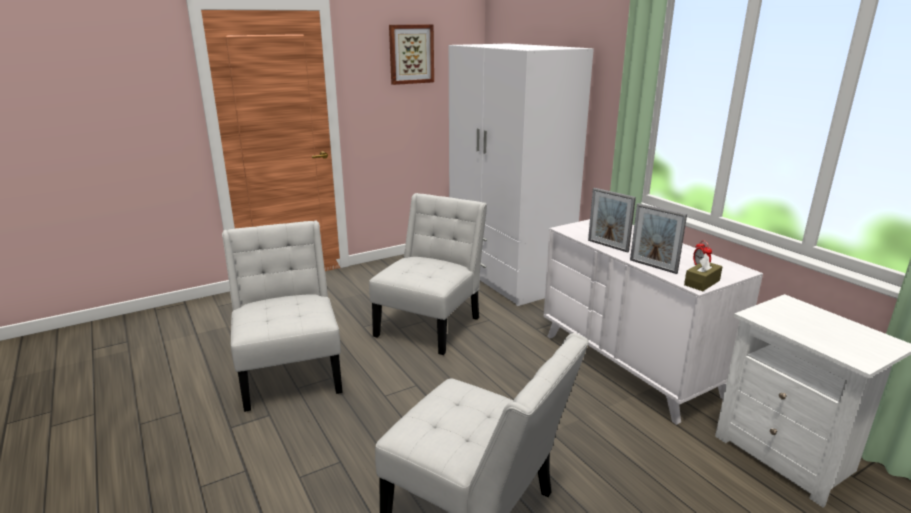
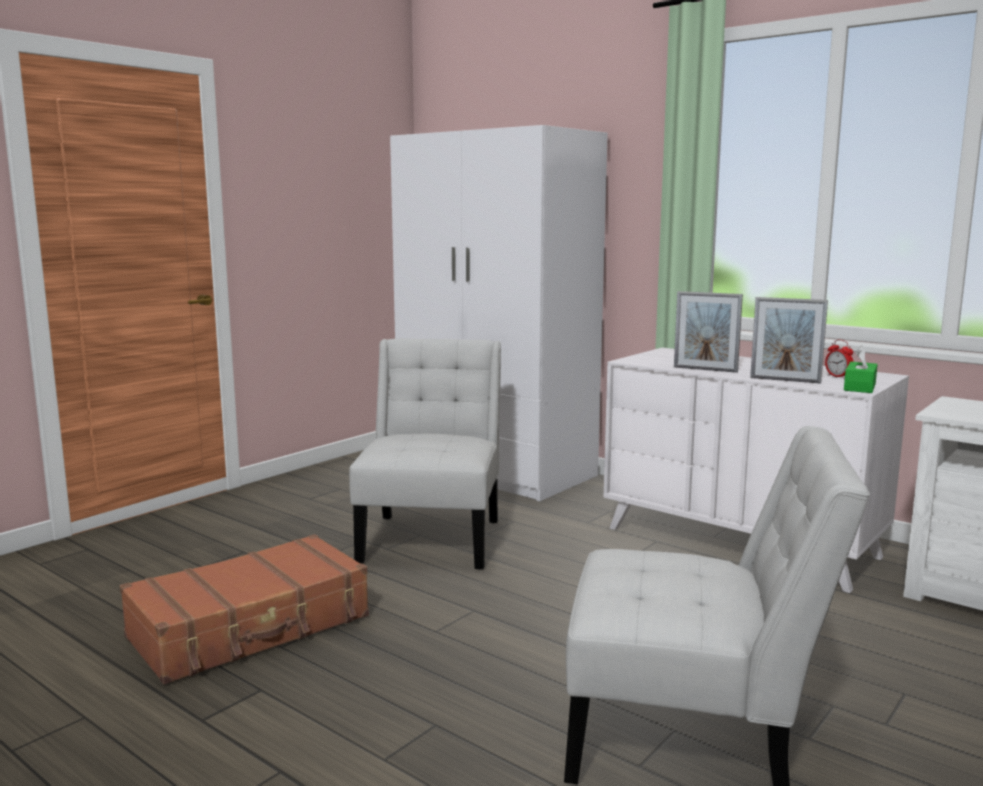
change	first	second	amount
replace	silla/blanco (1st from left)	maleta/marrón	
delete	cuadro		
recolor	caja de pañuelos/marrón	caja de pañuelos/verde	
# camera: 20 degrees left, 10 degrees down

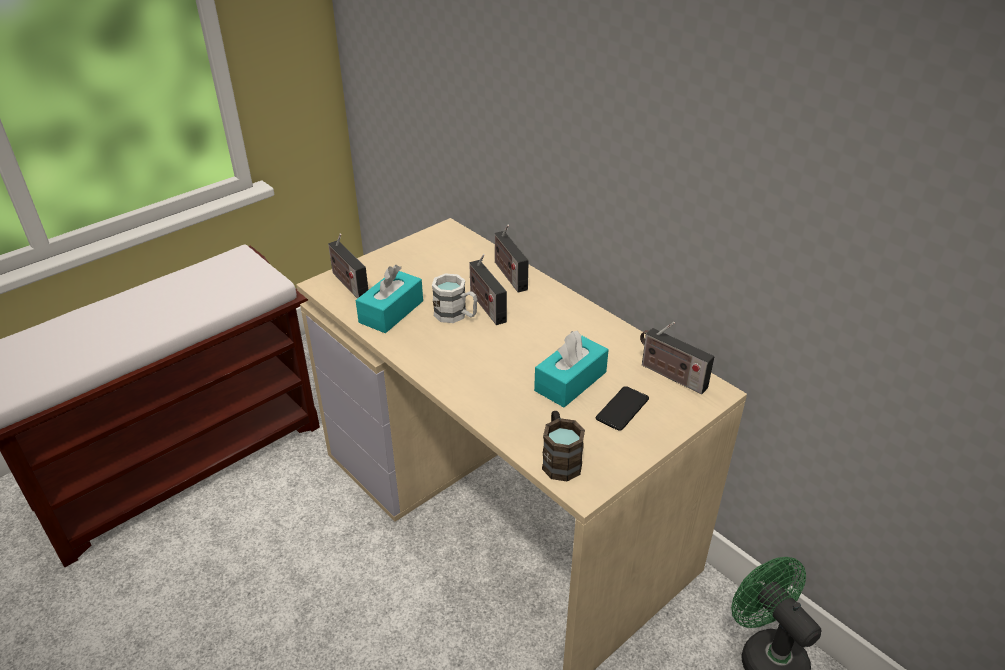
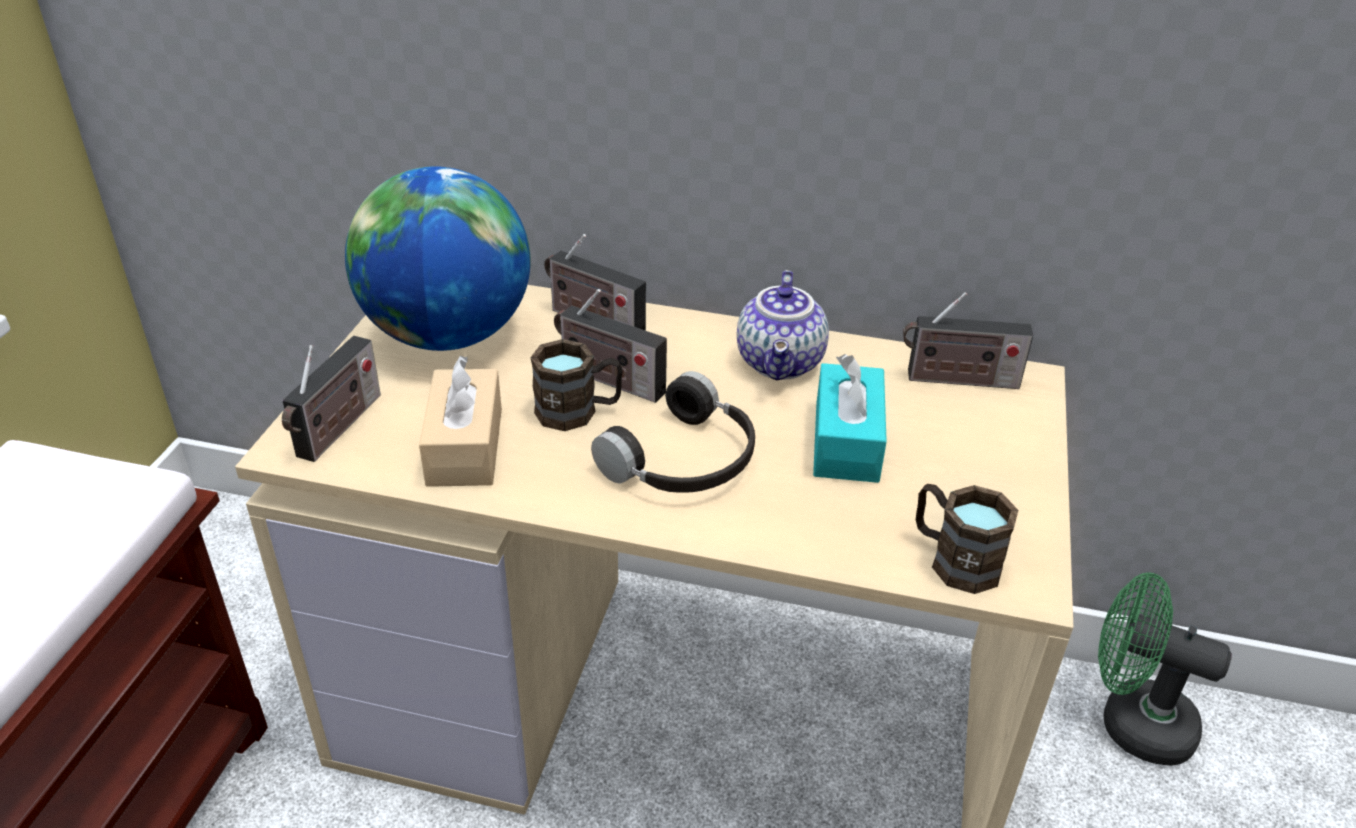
change	first	second	amount
rotate	radio (1st from left)		90 degrees counterclockwise
recolor	caja de pañuelos/turquesa (1st from left)	caja de pañuelos/beis	
recolor	taza grande/blanco	taza grande/marrón (1st from left)	
delete	móvil		
insert		globo terráqueo	
insert		auriculares/negro	
insert		tetera	
# camera: 35 degrees left, 0 degrees up

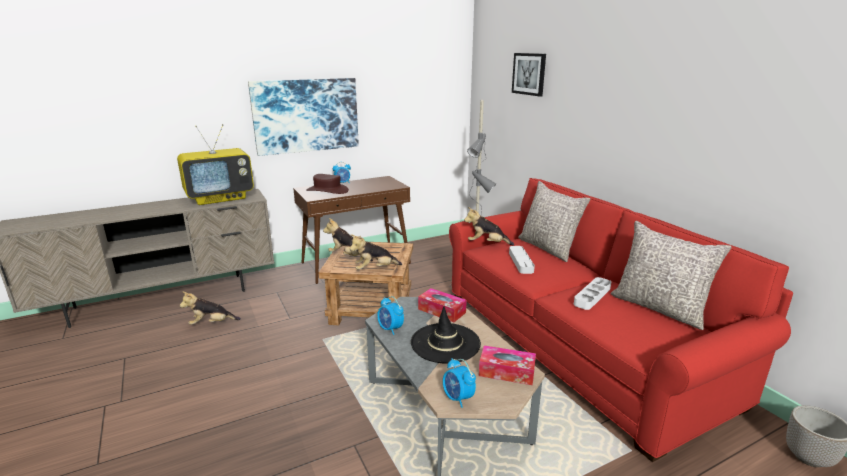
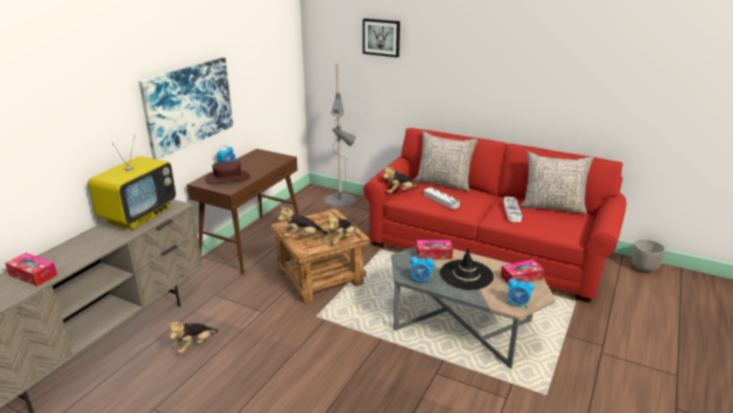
change	first	second	amount
insert		caja de pañuelos (1st from left)	
# camera: 35 degrees left, 5 degrees up

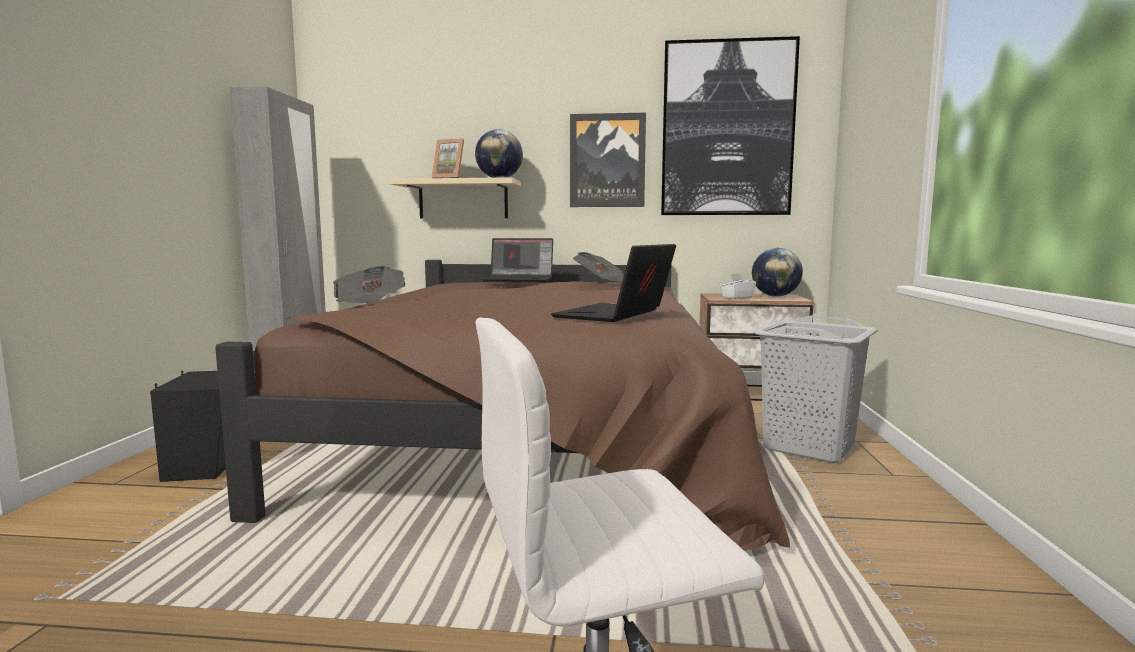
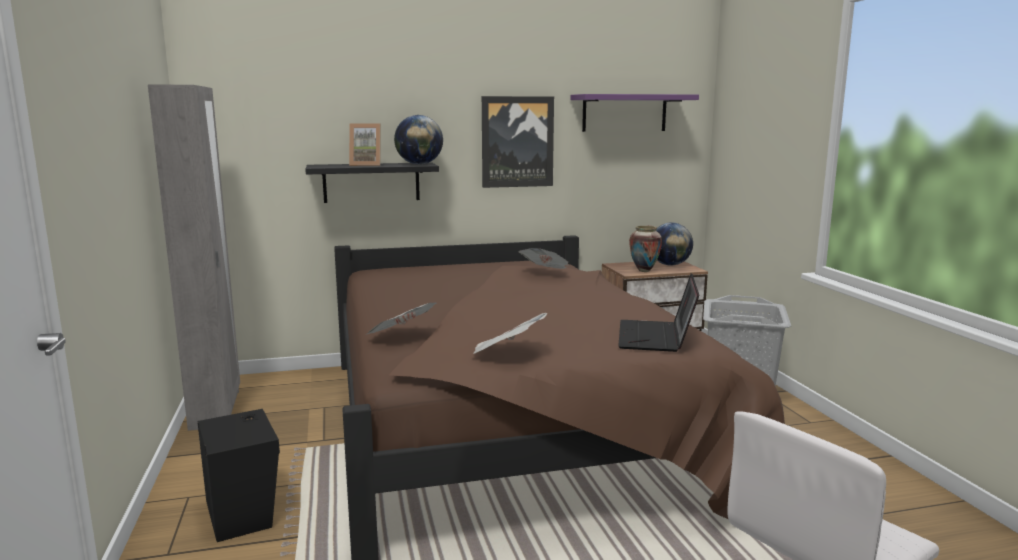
change	first	second	amount
recolor	estante/beis	estante/negro	
delete	portátil (1st from left)		
replace	cuadro (2nd from left)	estante/morado	
replace	caja de pañuelos/blanco	florero	
insert		periódico (2nd from left)	
# camera: 20 degrees left, 5 degrees up

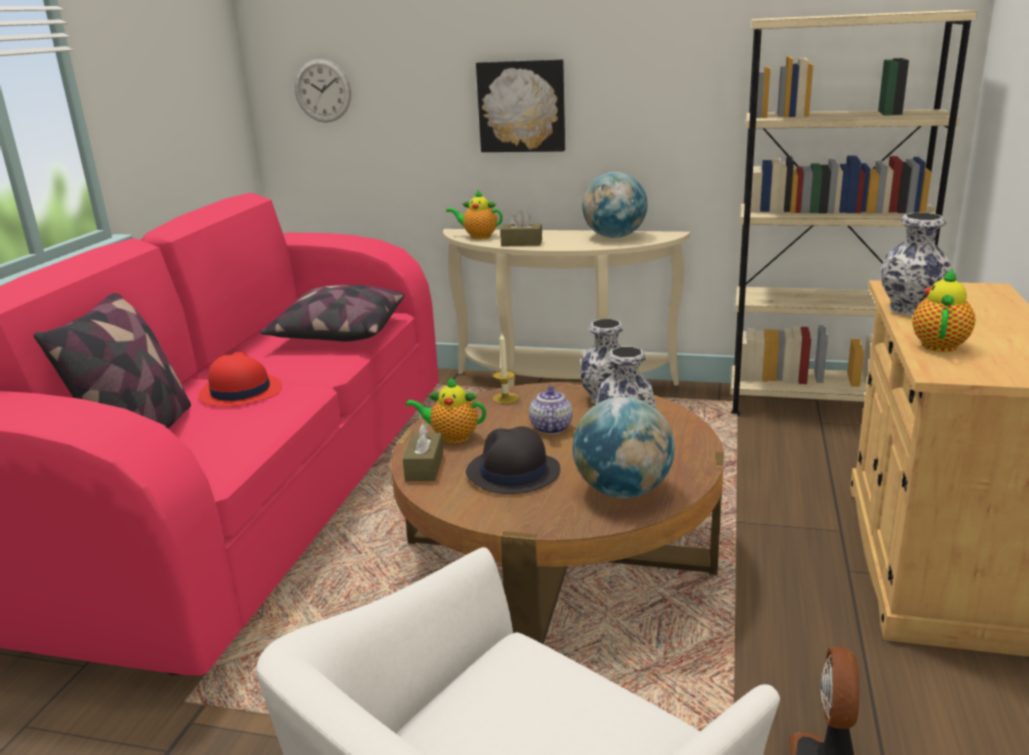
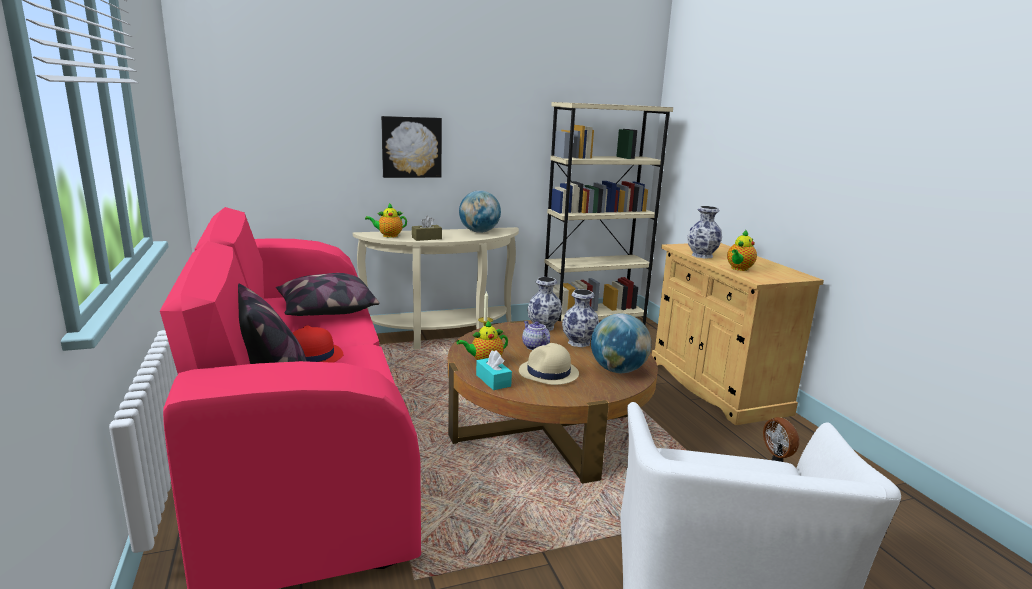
change	first	second	amount
delete	reloj de pared		
recolor	caja de pañuelos/marrón (1st from left)	caja de pañuelos/turquesa	
recolor	sombrero/negro	sombrero/beis	
rotate	tetera (4th from left)		135 degrees counterclockwise
# camera: 35 degrees left, 5 degrees down

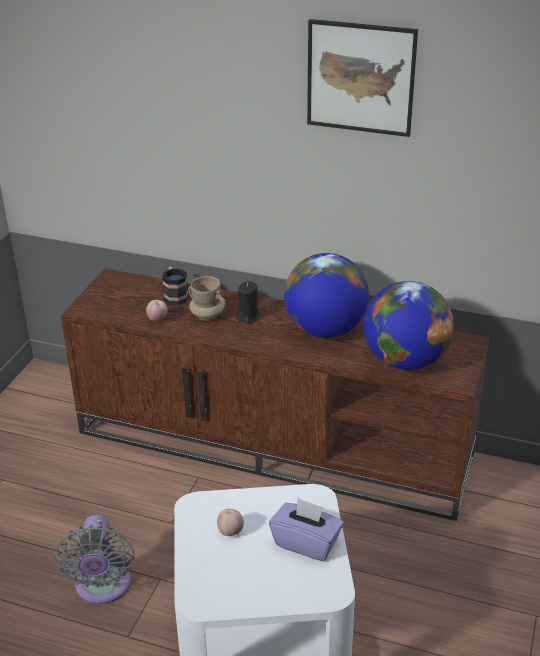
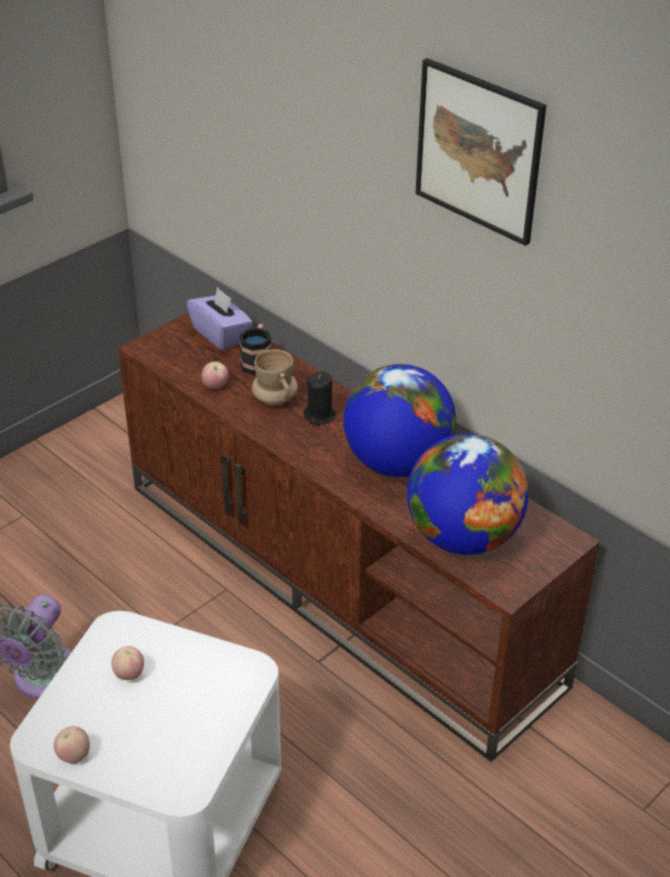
change	first	second	amount
move	caja de pañuelos/morado		
insert		manzana (1st from left)	
# camera: 25 degrees right, 5 degrees up

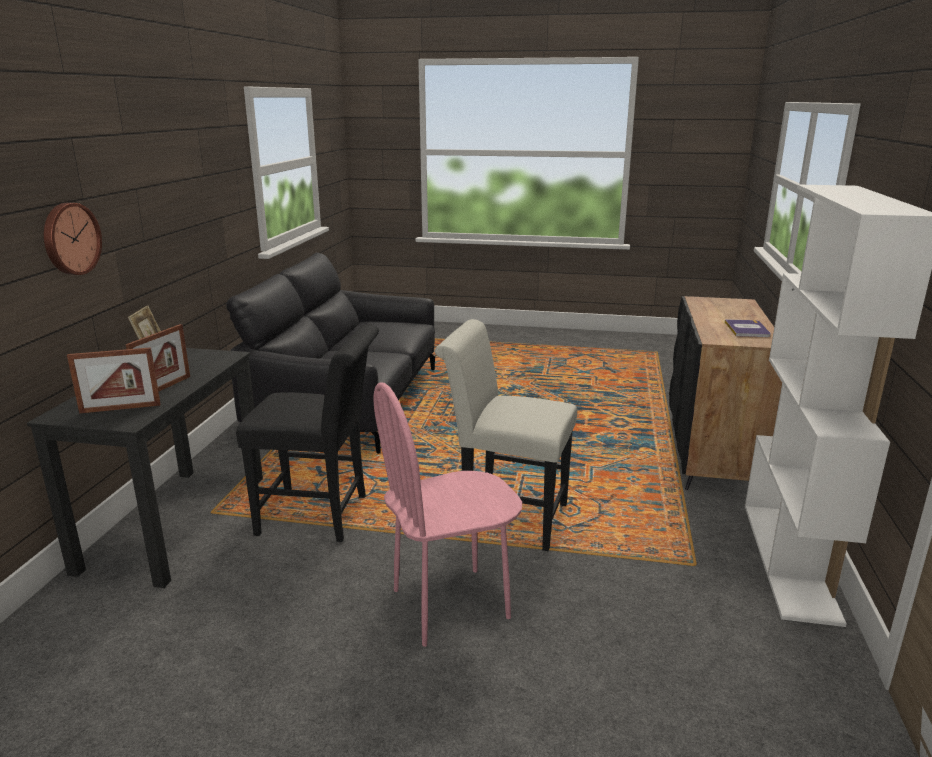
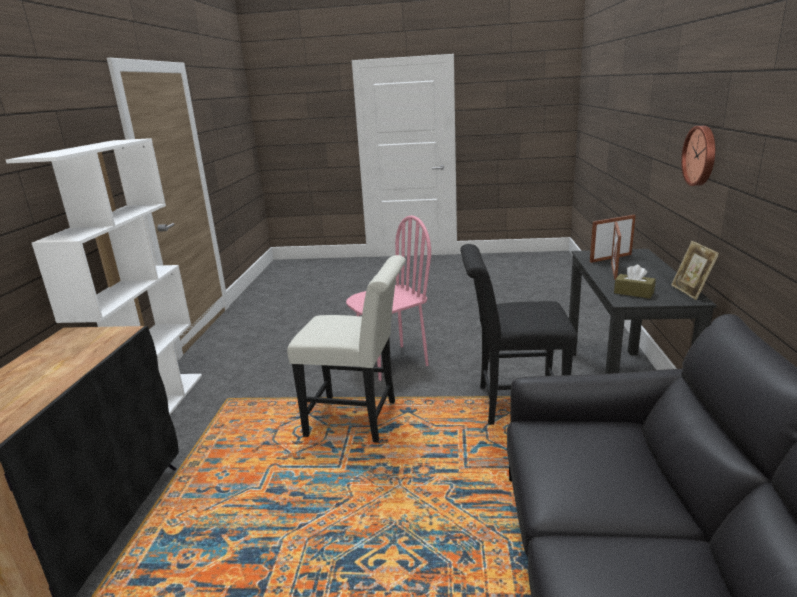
change	first	second	amount
delete	libro		
insert		caja de pañuelos/marrón	
# camera: 175 degrees right, 0 degrees up

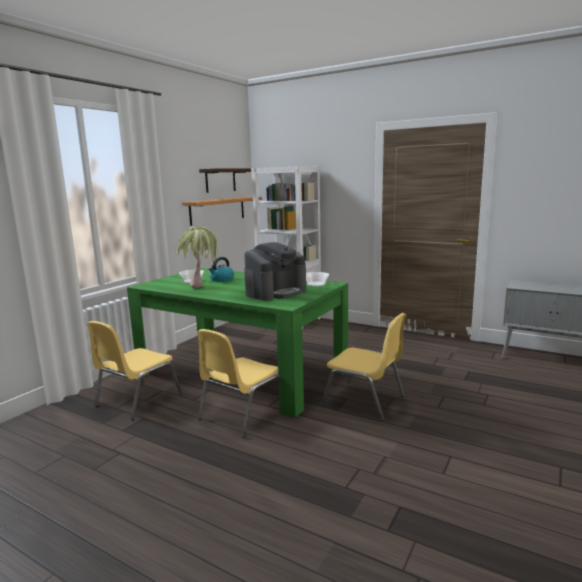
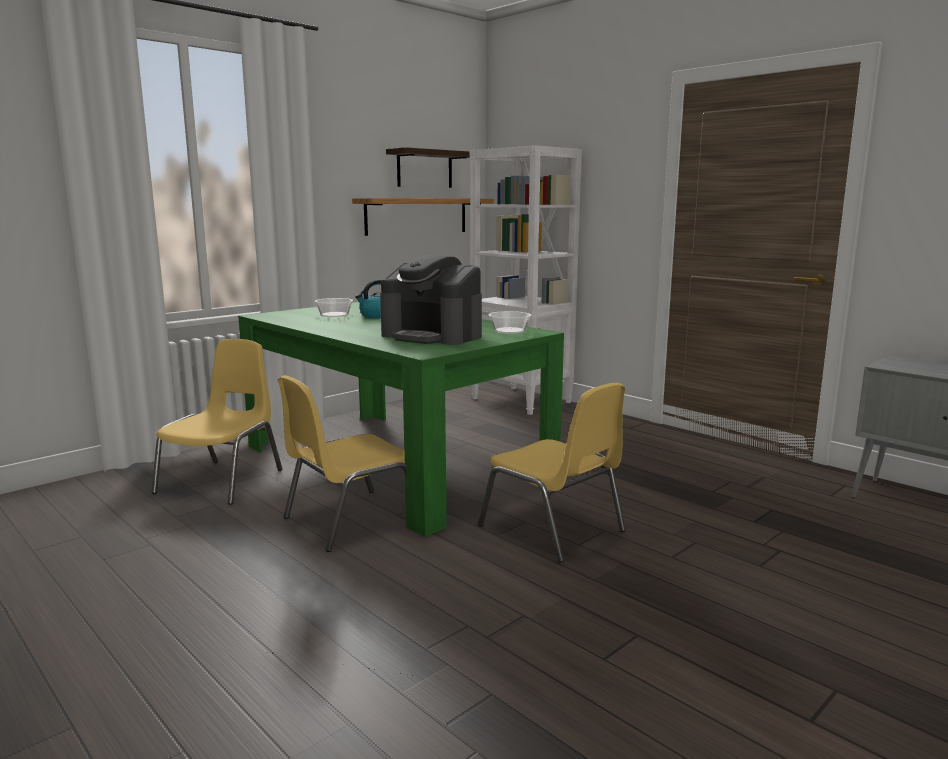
change	first	second	amount
rotate	silla/amarillo (1st from left)		150 degrees clockwise
delete	planta en maceta		
rotate	cafetera		60 degrees clockwise
# camera: 15 degrees right, 0 degrees up

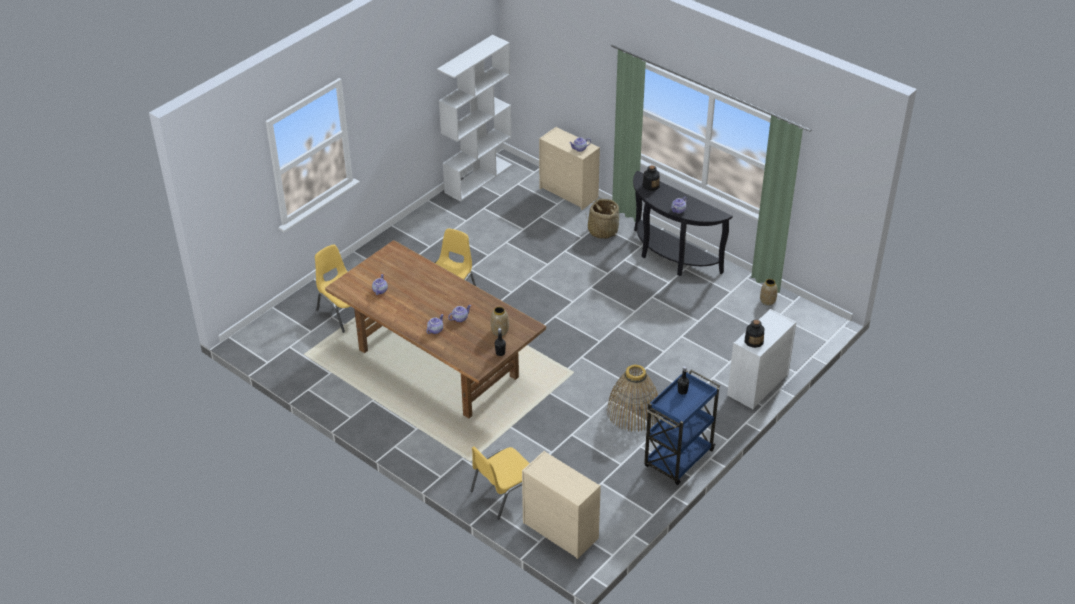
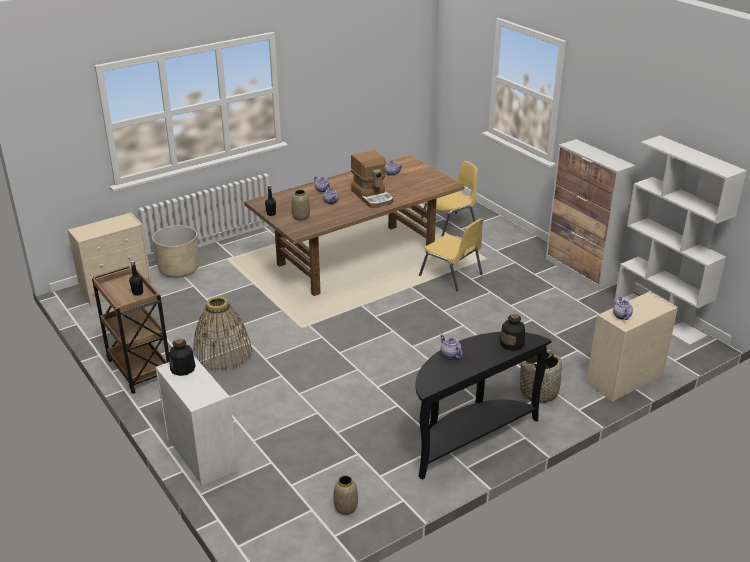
change	first	second	amount
replace	silla/amarillo (3rd from left)	maceta/beis	
recolor	carrito/azul	carrito/marrón	
insert		cafetera	
insert		armario	
# camera: 105 degrees right, 10 degrees down

